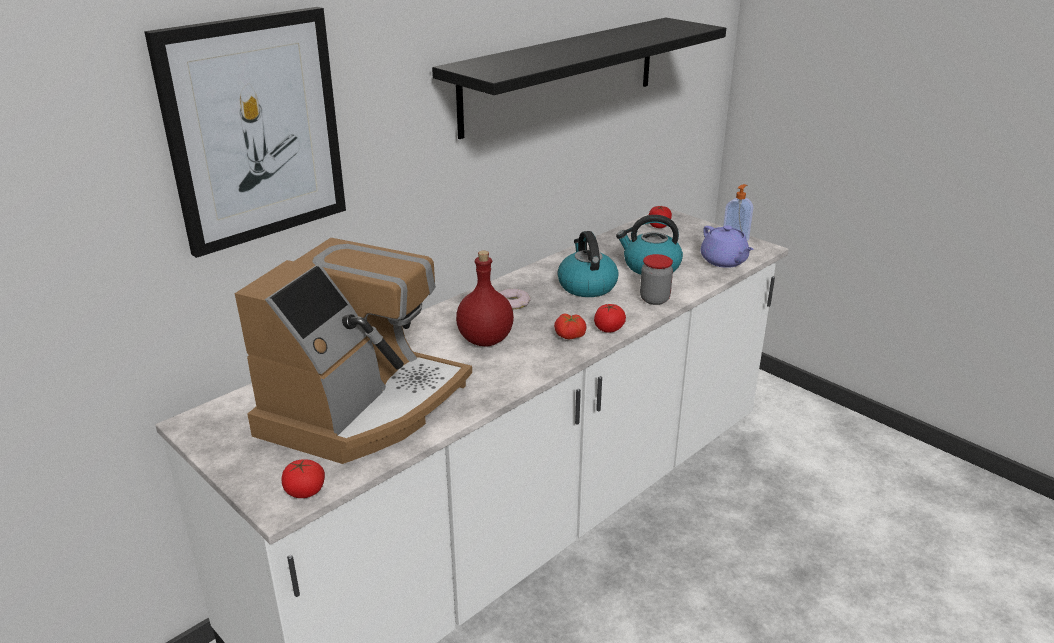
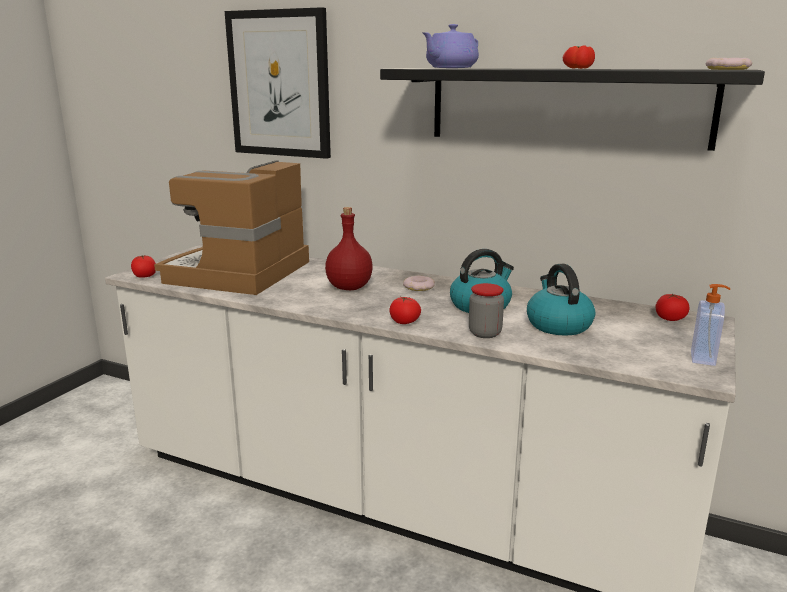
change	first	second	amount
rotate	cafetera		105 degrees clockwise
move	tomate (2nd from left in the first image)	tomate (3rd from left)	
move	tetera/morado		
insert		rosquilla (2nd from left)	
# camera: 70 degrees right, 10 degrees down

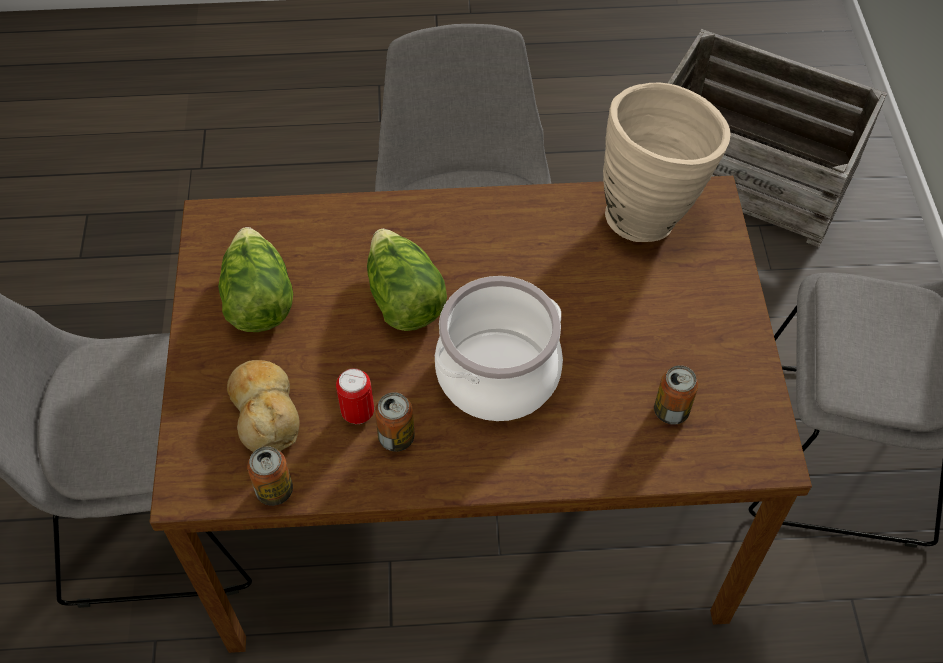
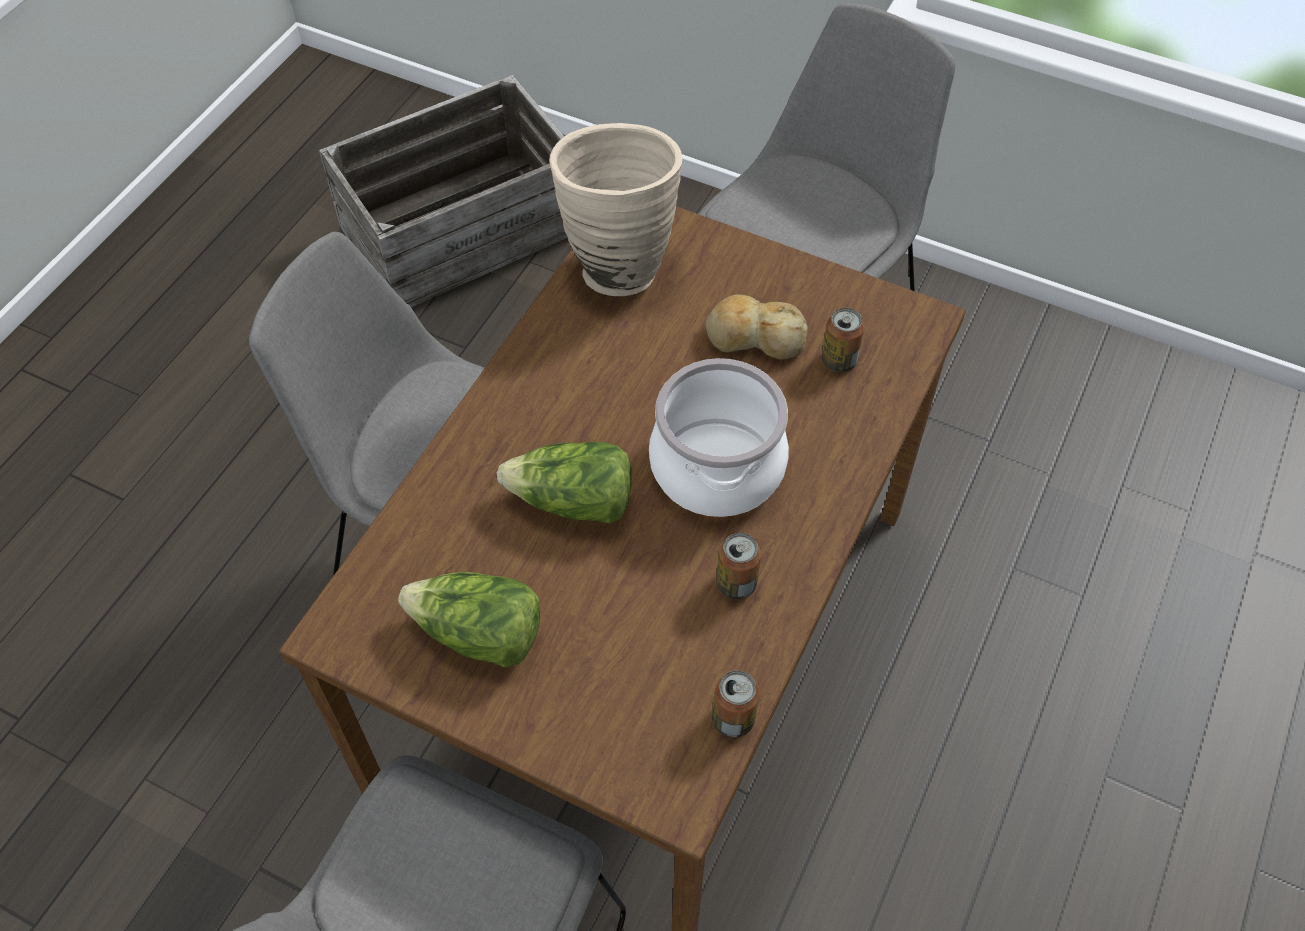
change	first	second	amount
move	pan		
delete	lata (2nd from left)		
# camera: 60 degrees left, 0 degrees up

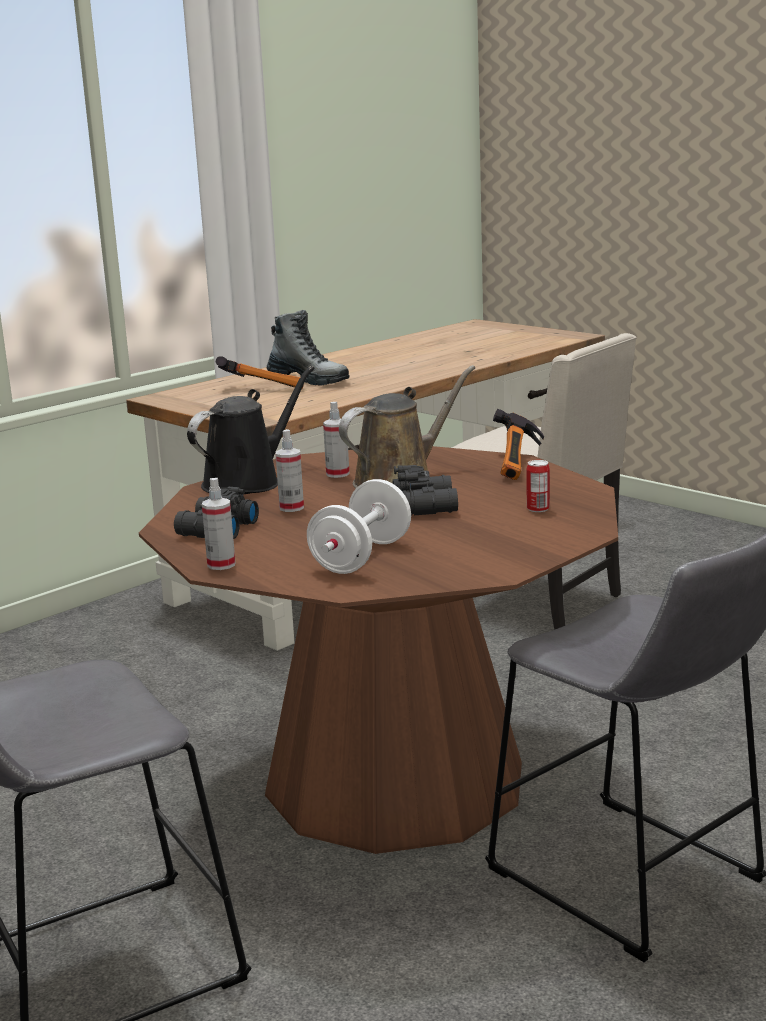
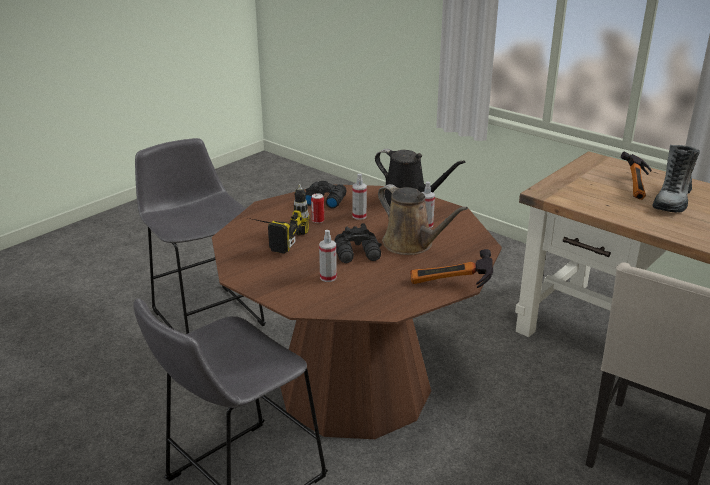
change	first	second	amount
move	pulverizador (1st from left)		
replace	mancuerna/blanco	taladro	
move	lata		
# camera: 85 degrees right, 10 degrees up

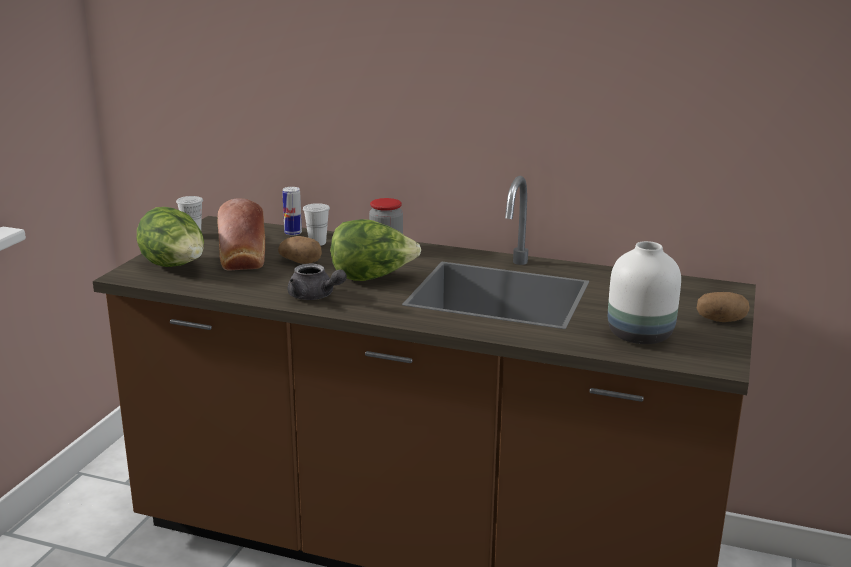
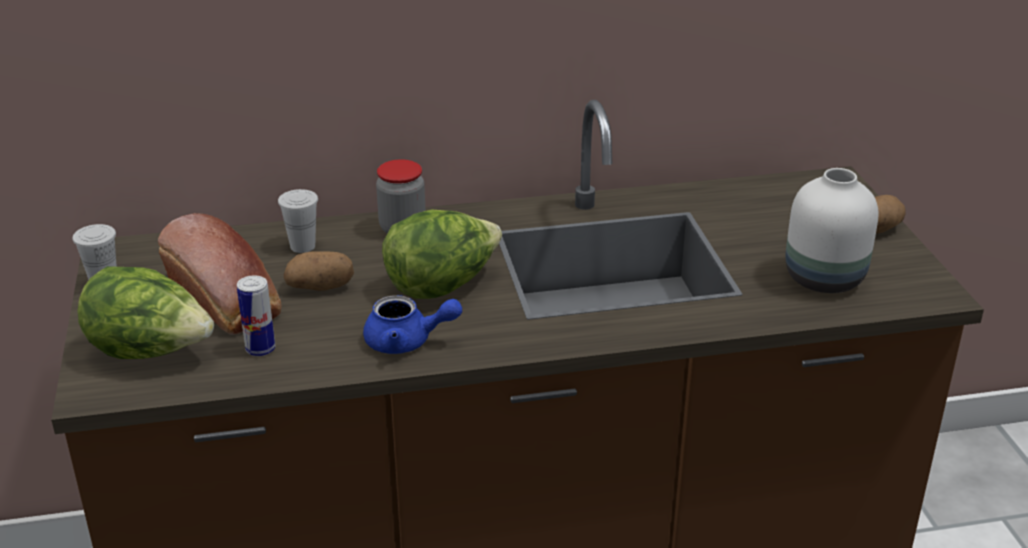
change	first	second	amount
move	lata		
recolor	tetera/gris	tetera/azul	
# camera: 30 degrees left, 10 degrees up

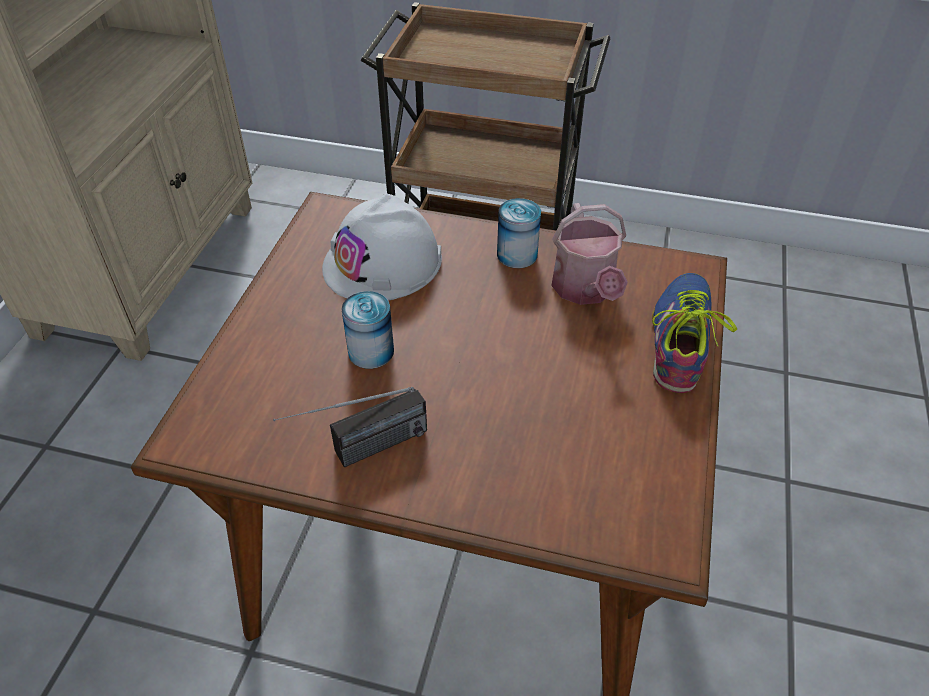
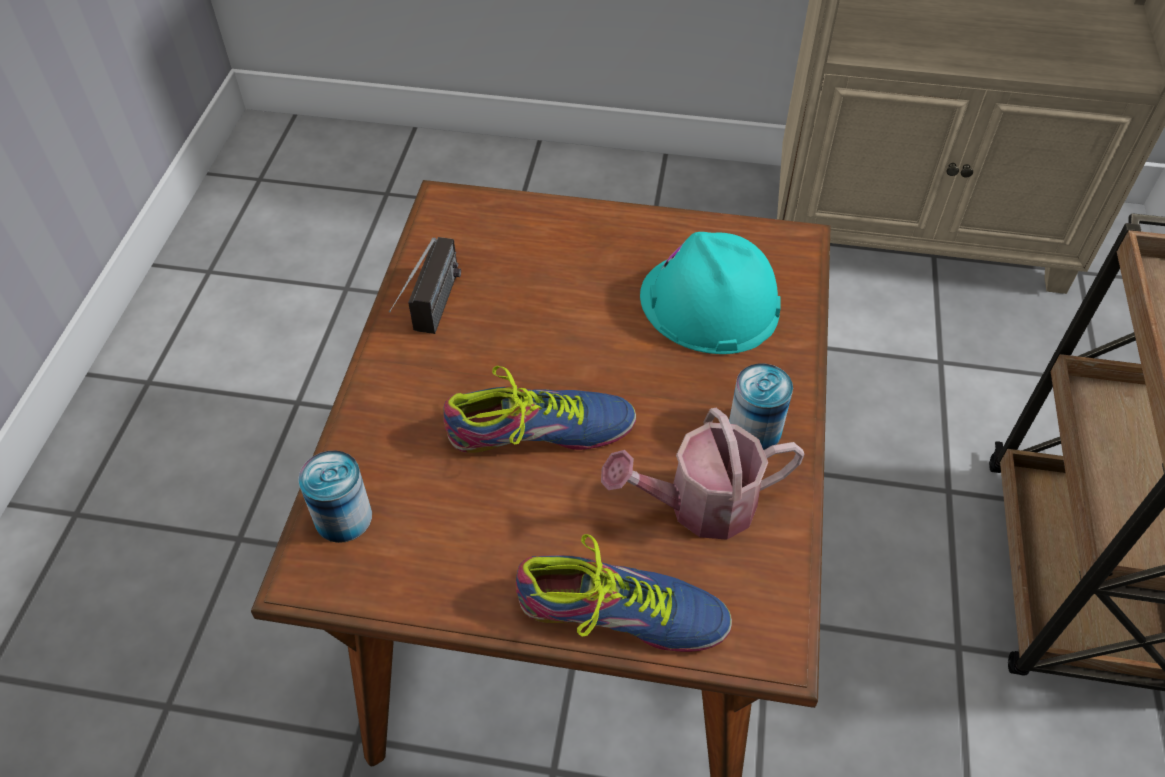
change	first	second	amount
rotate	radio		135 degrees counterclockwise
recolor	casco/blanco	casco/turquesa	
move	lata (1st from left)		
insert		zapato (1st from left)	
# camera: 85 degrees right, 5 degrees up

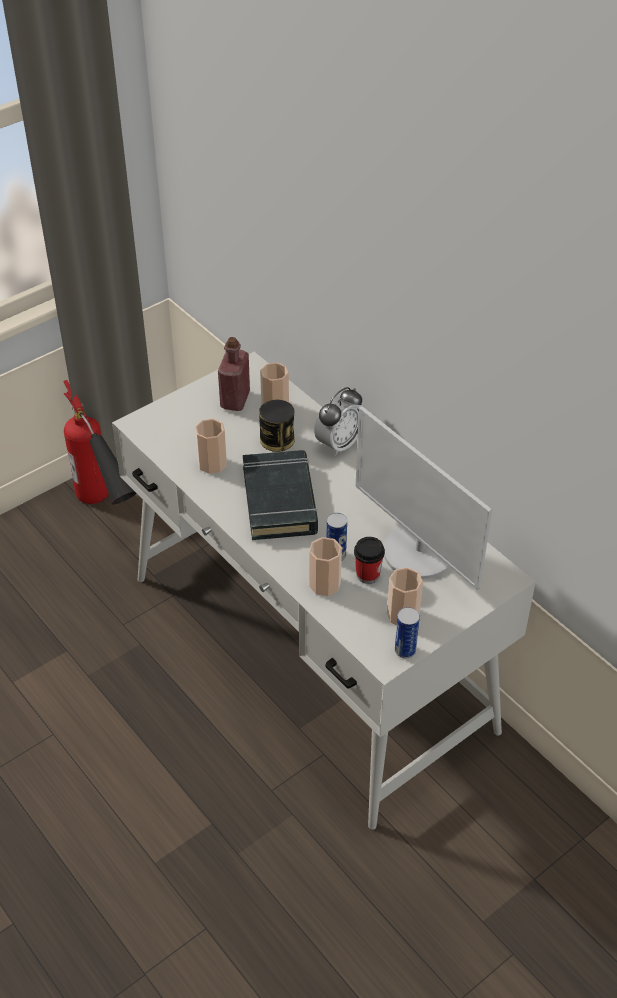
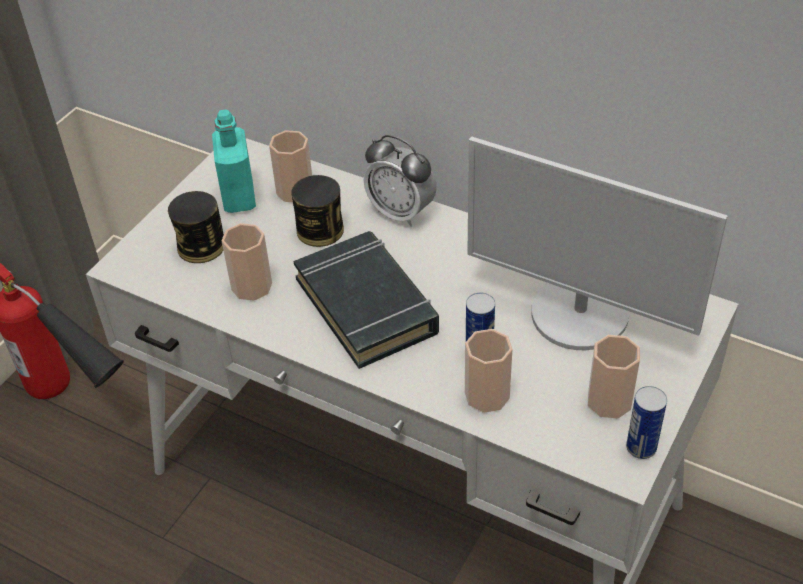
change	first	second	amount
recolor	botella/rojo	botella/turquesa	
rotate	despertador		105 degrees clockwise
delete	taza (4th from left)		
insert		lata (1st from left)	
# camera: 20 degrees left, 0 degrees up

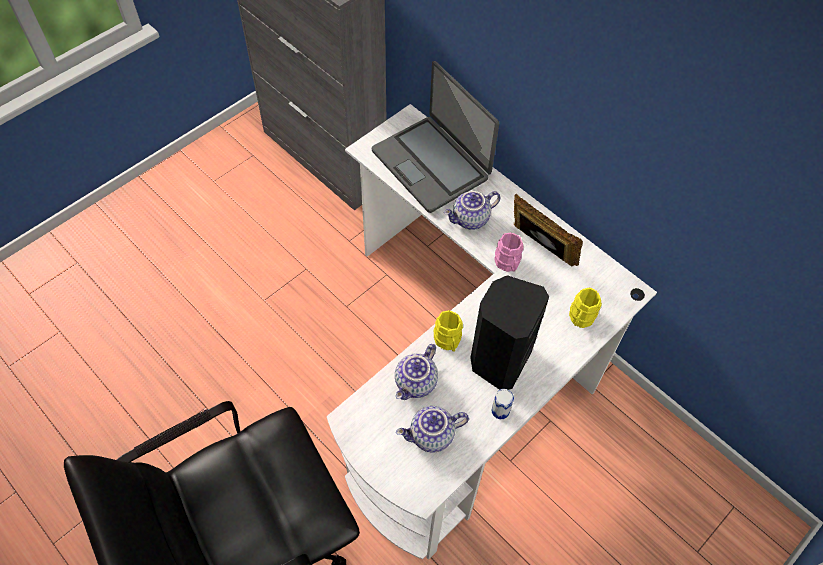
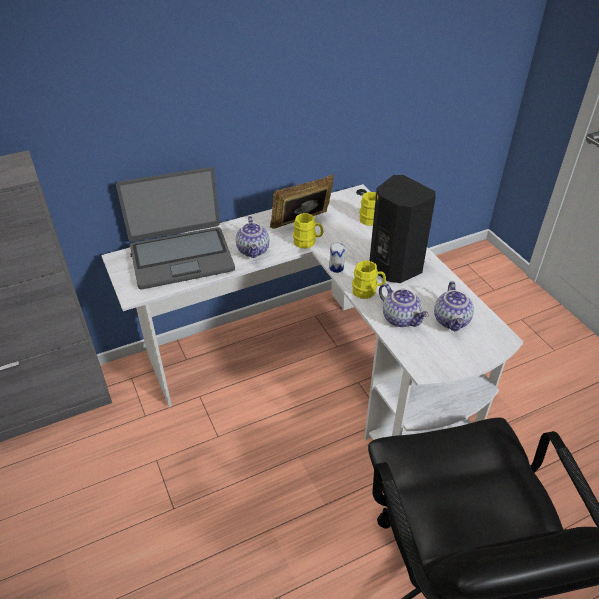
change	first	second	amount
move	lata		
recolor	taza grande/rosa	taza grande/amarillo (1st from left)	
# camera: 70 degrees left, 15 degrees down

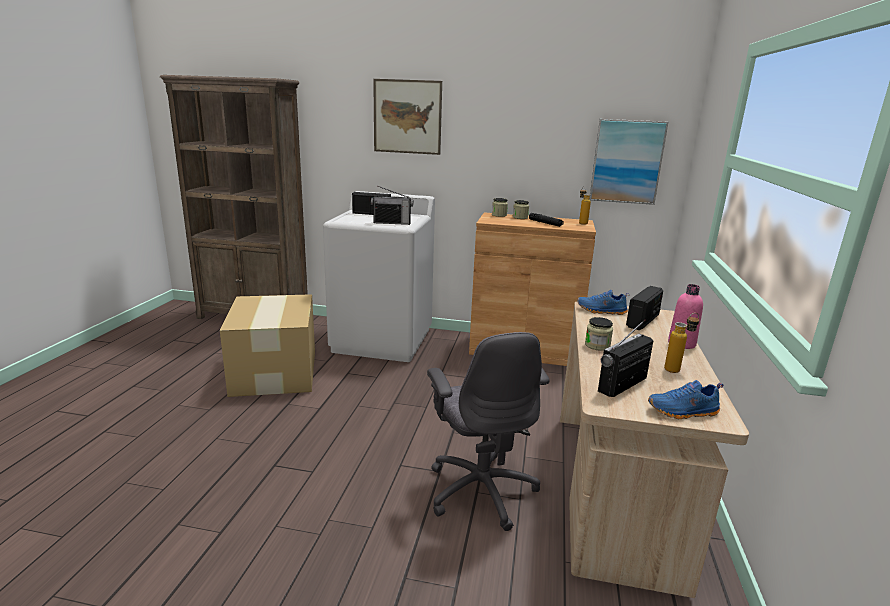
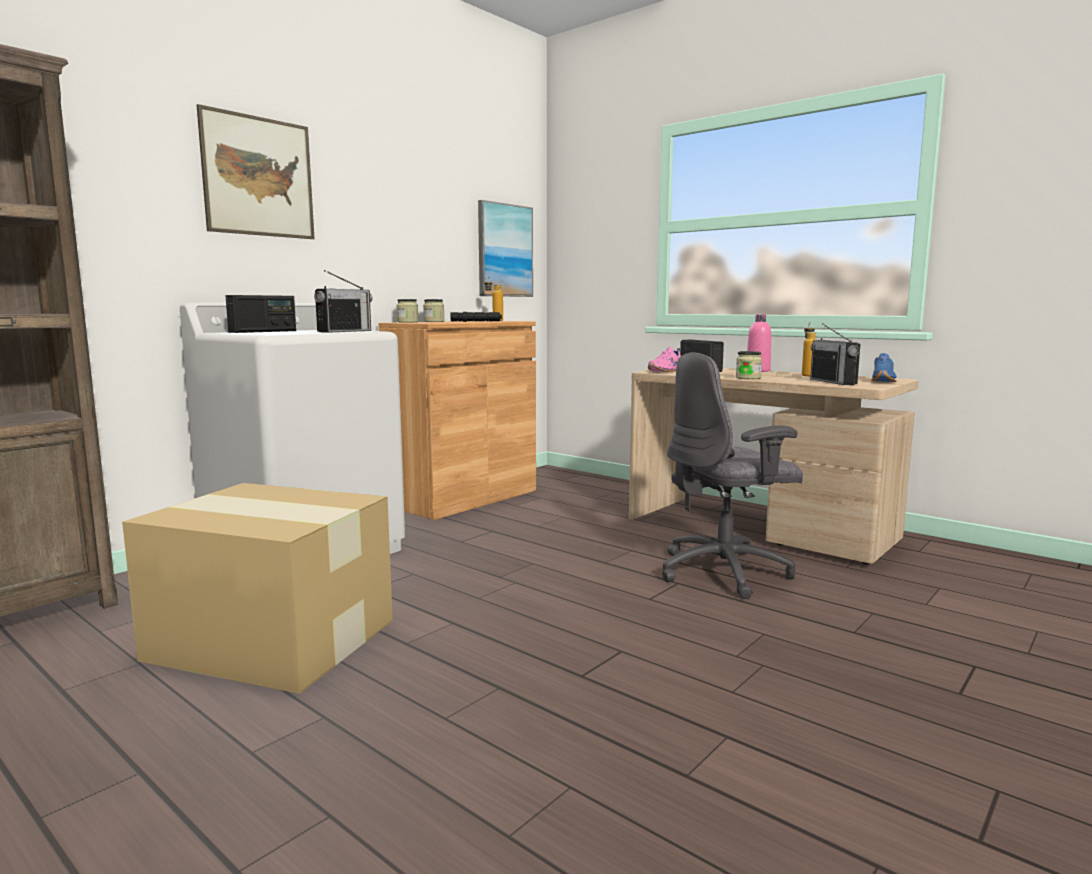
change	first	second	amount
rotate	silla de oficina/gris		150 degrees clockwise
recolor	zapato/azul (1st from left)	zapato/rosa	
# camera: 60 degrees left, 10 degrees down

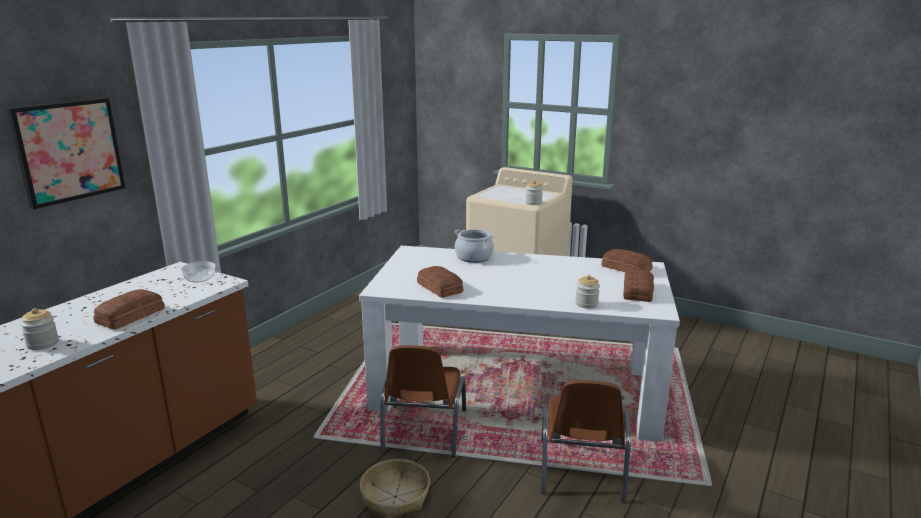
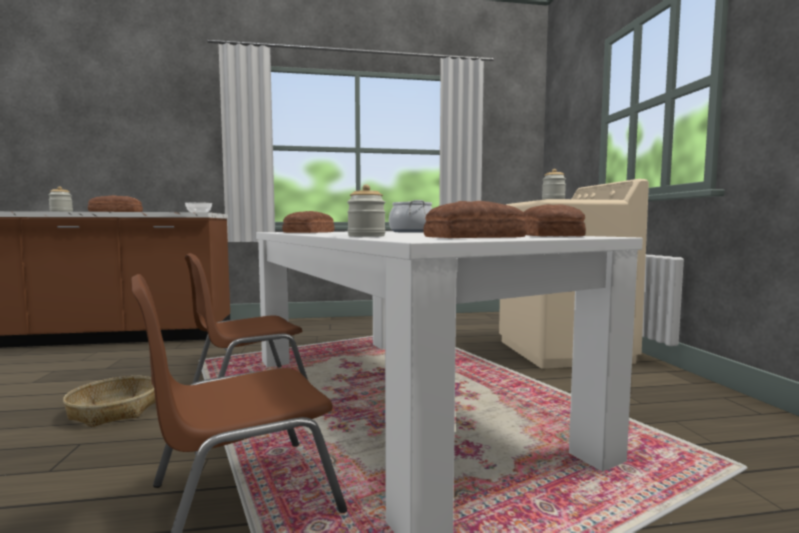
change	first	second	amount
delete	cuadro		
# camera: 50 degrees right, 15 degrees down

